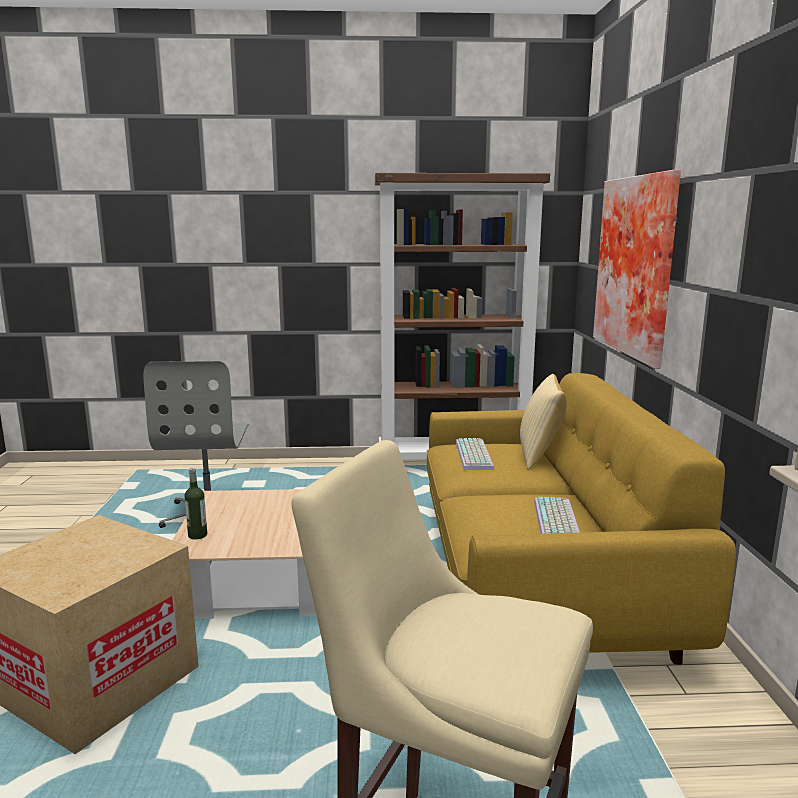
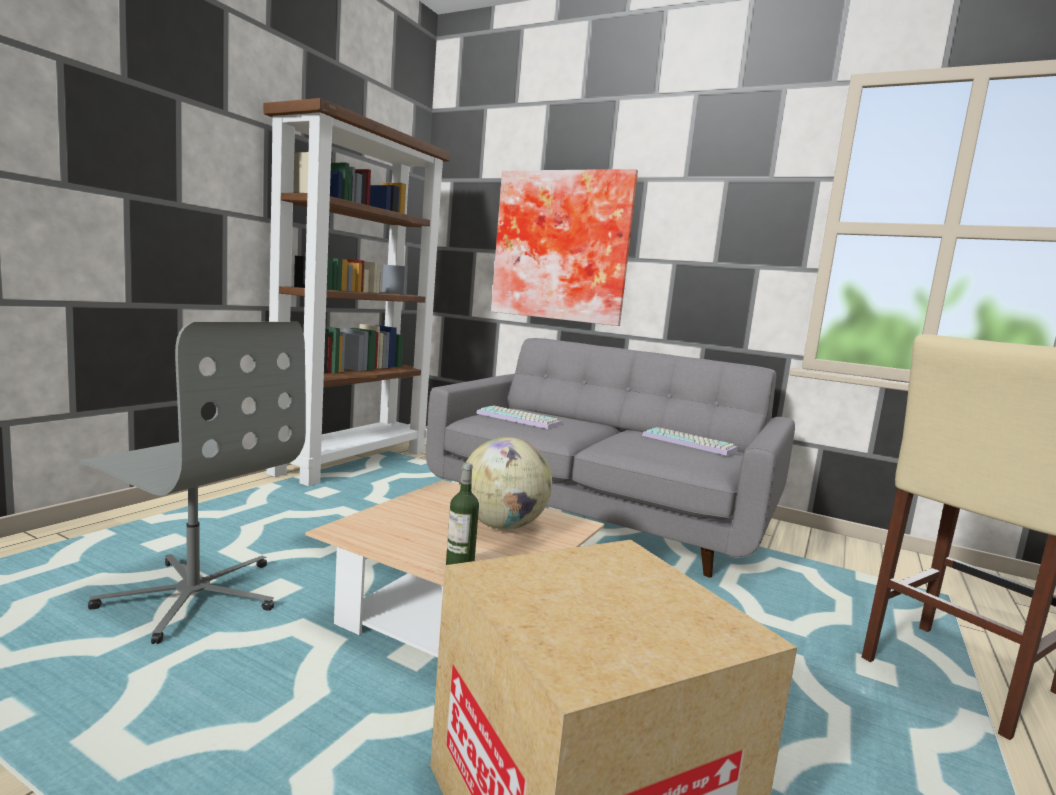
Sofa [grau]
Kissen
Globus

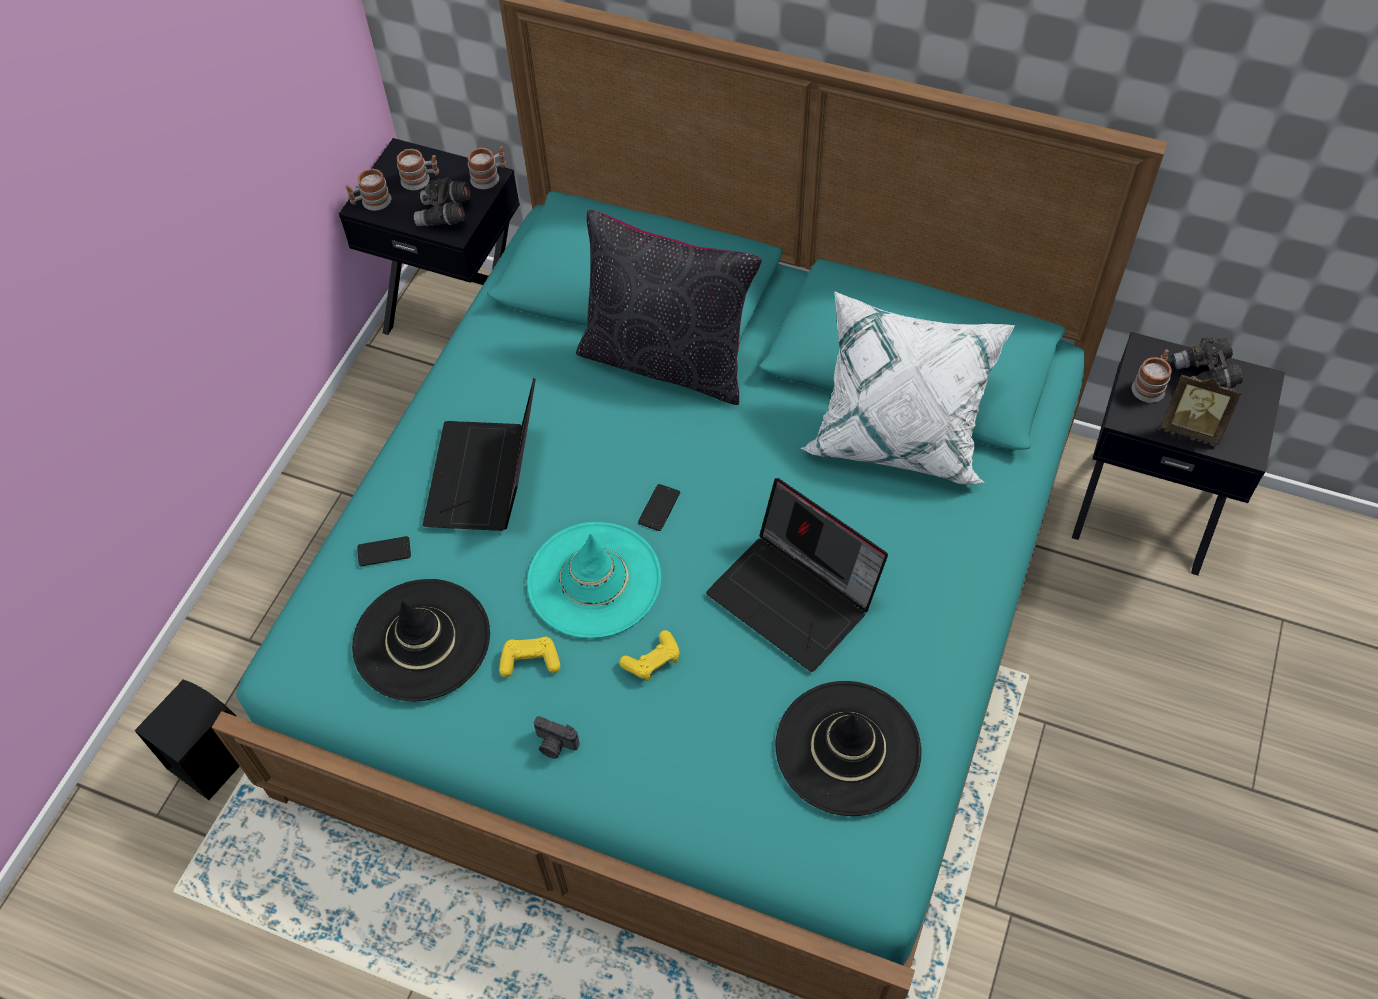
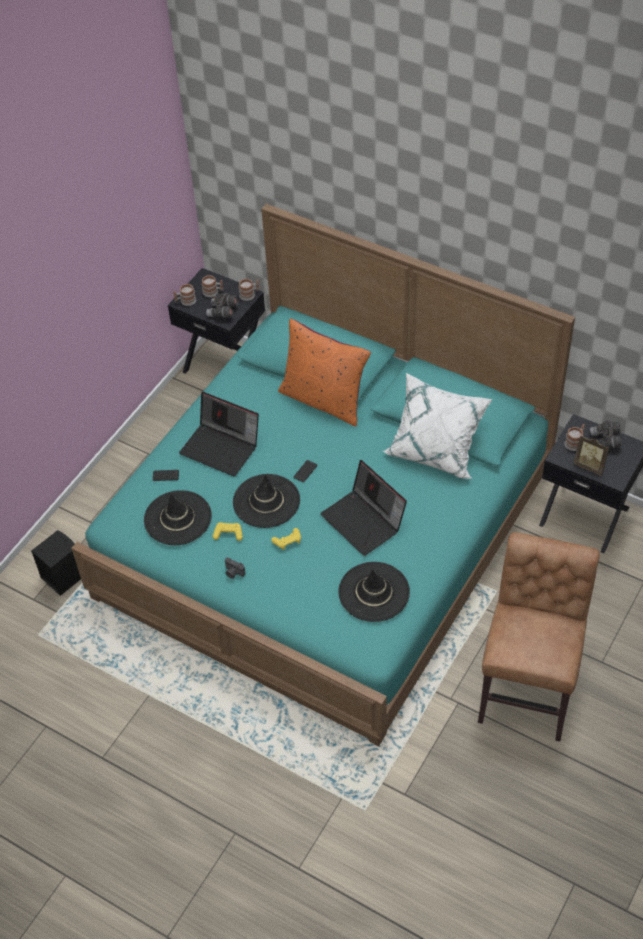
Kissen [orange]
Laptop (no. 1 from left)
Hut [schwarz] (no. 2 from left)
Stuhl [braun]

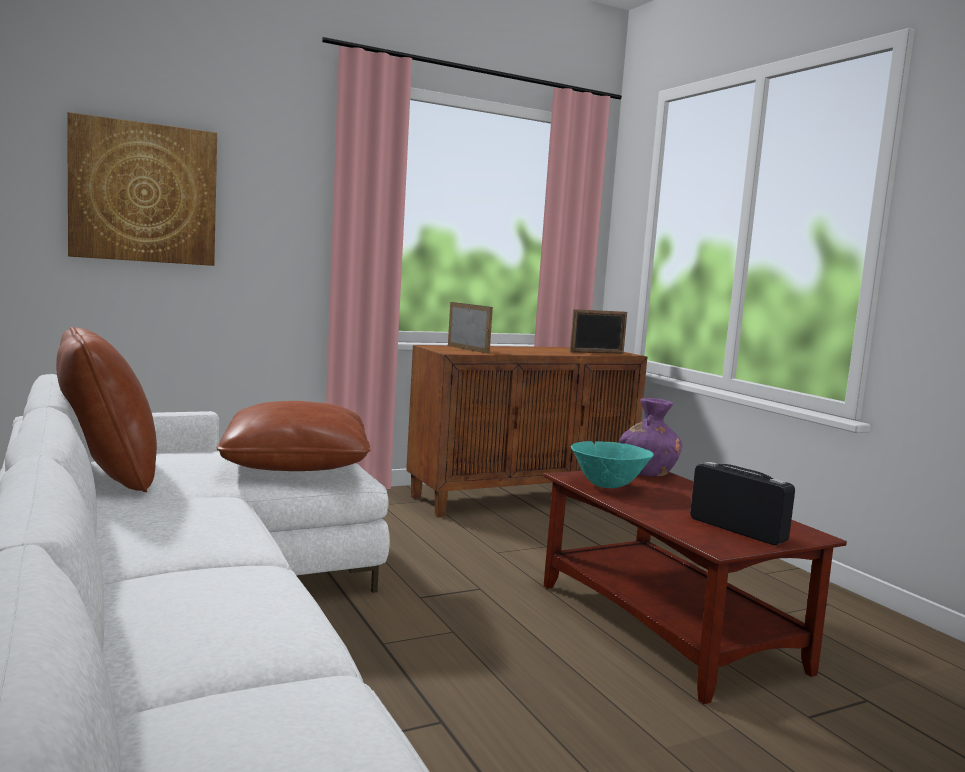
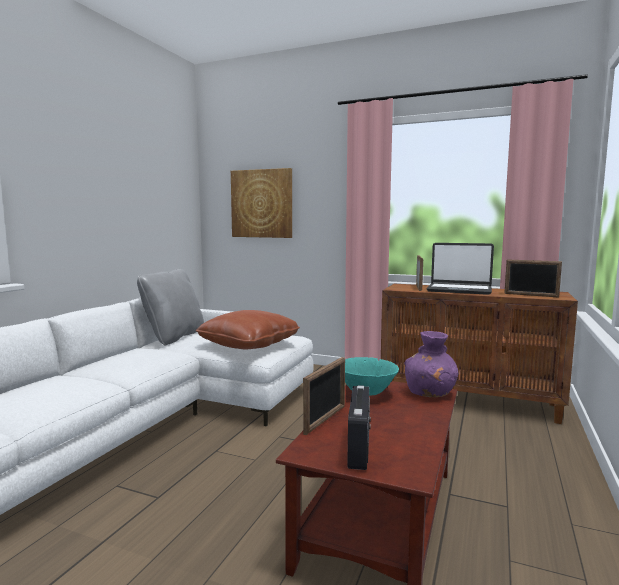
Kissen [grau]
Laptop
Bilderrahmen (no. 1 from left)

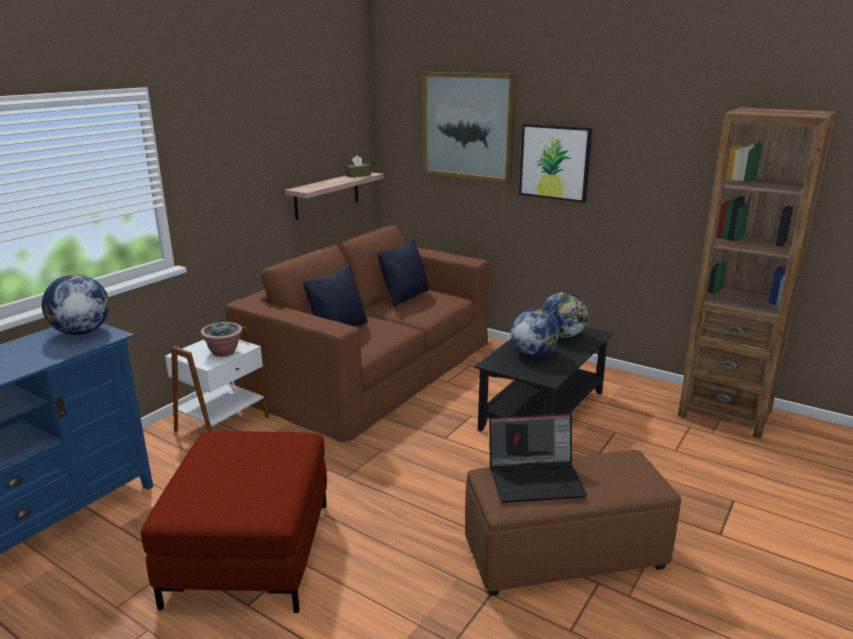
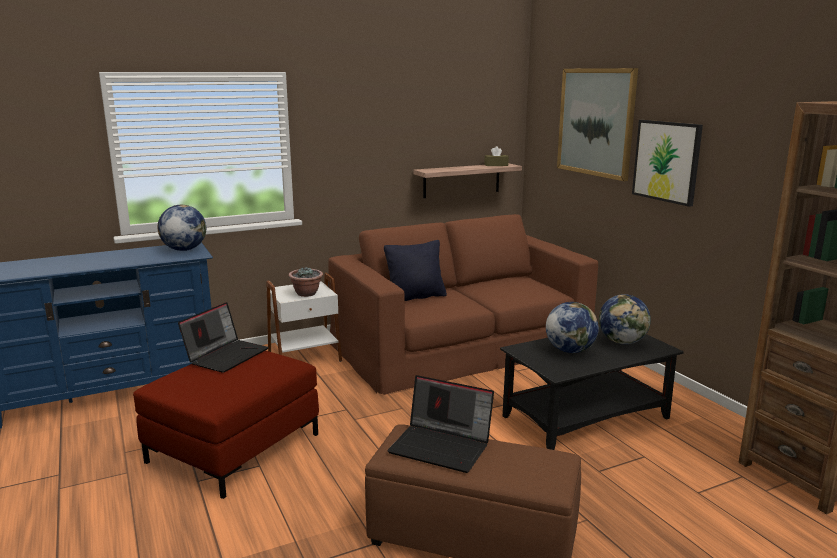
Kissen [schwarz] (no. 2 from left in the first image)
Laptop (no. 1 from left)

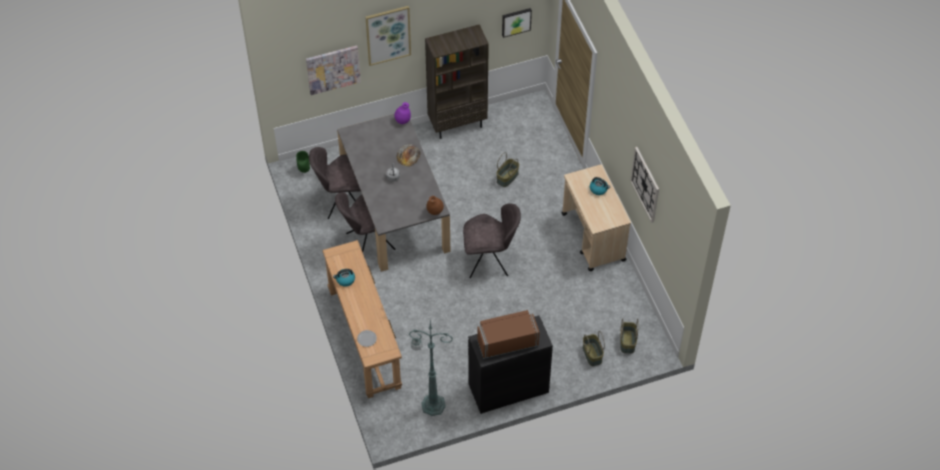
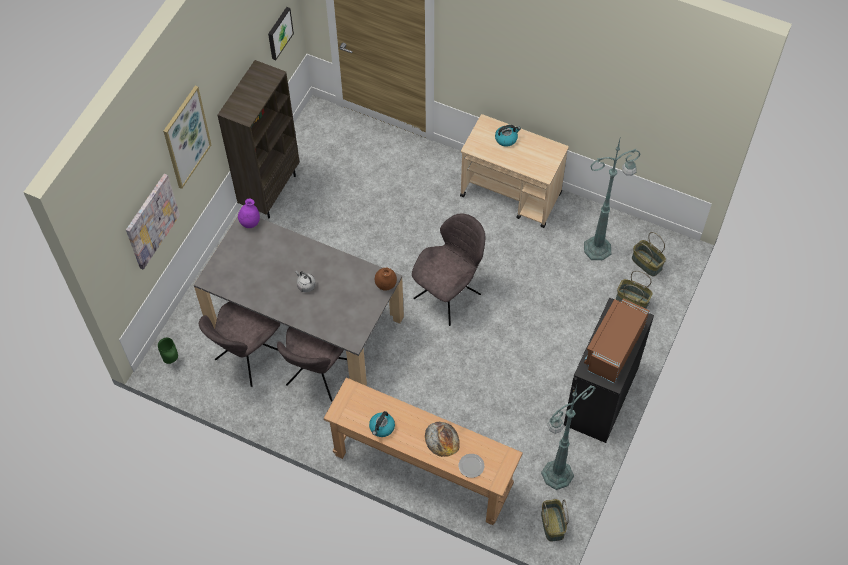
Brot
Wanduhr
Korb (no. 1 from left)
Stehlampe [grün] (no. 2 from left)

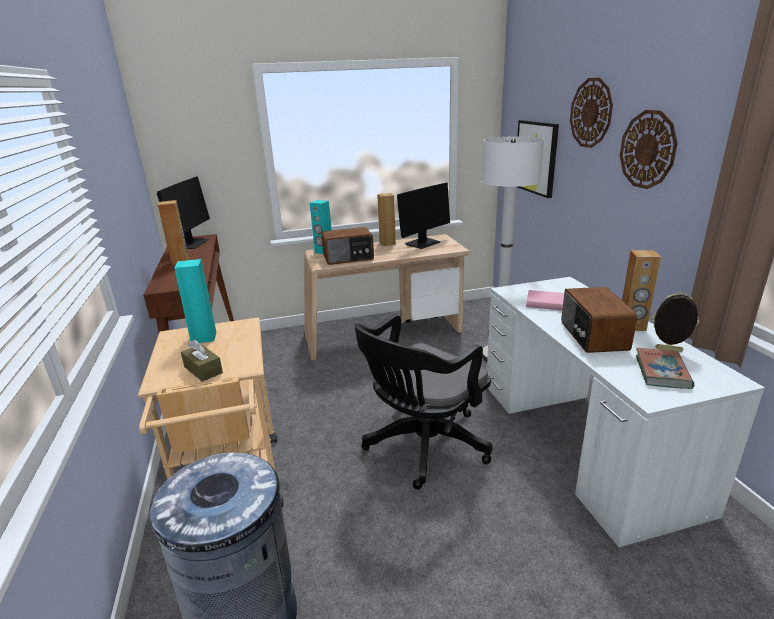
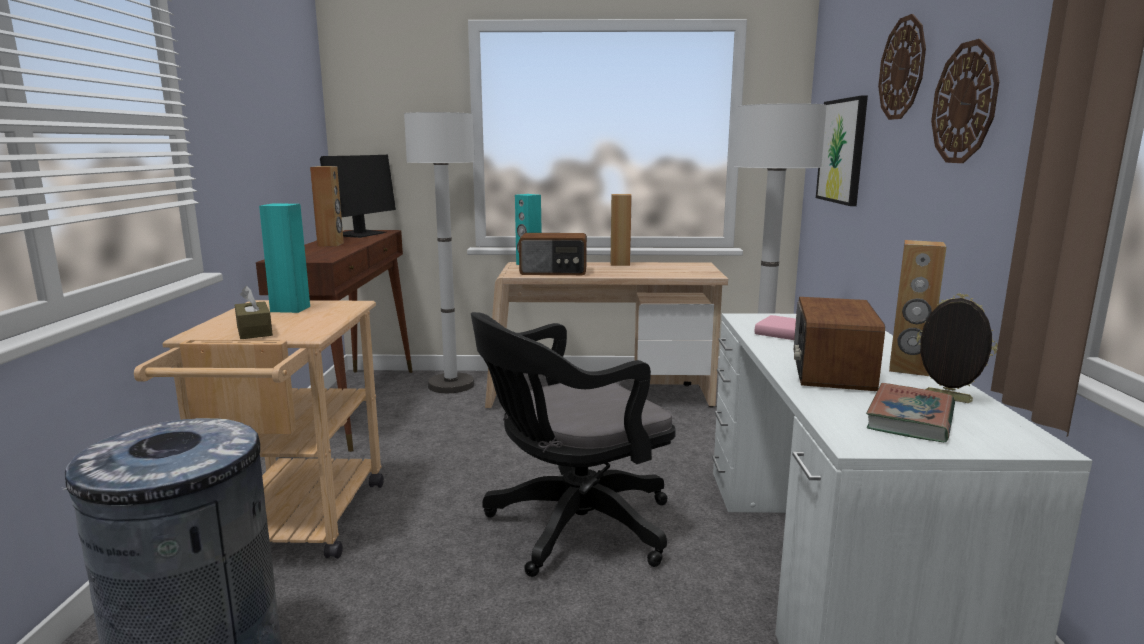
Monitor (no. 2 from left in the first image)
Stehlampe [weiß] (no. 1 from left)

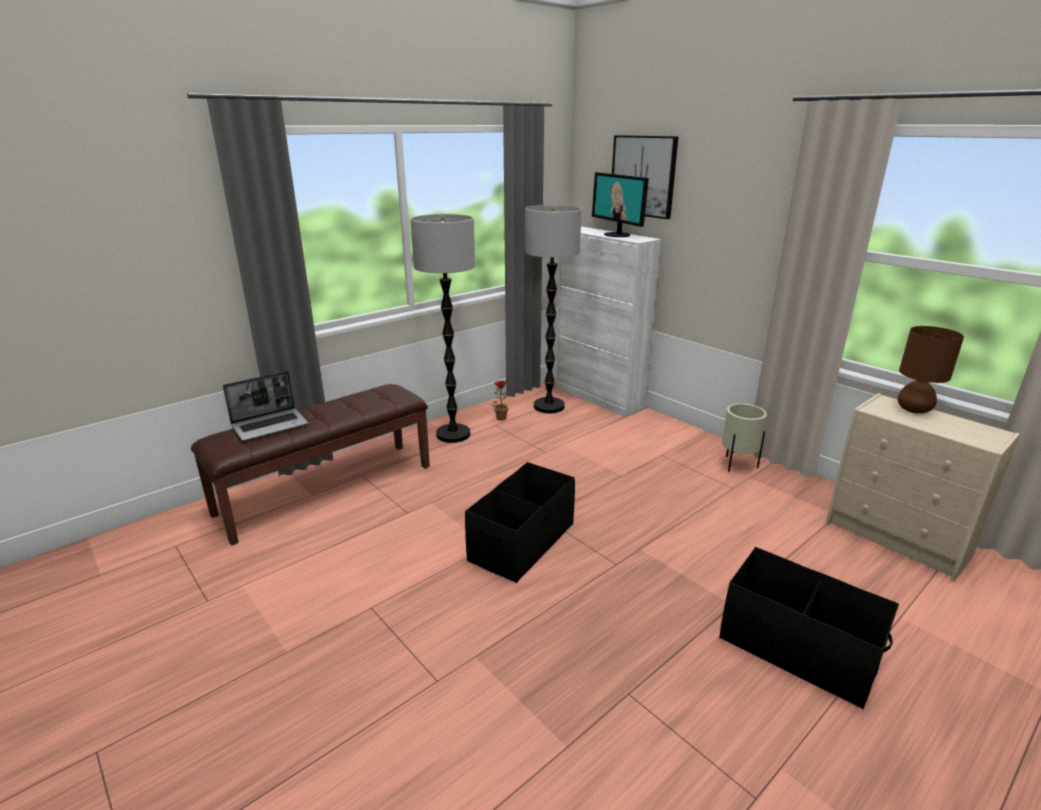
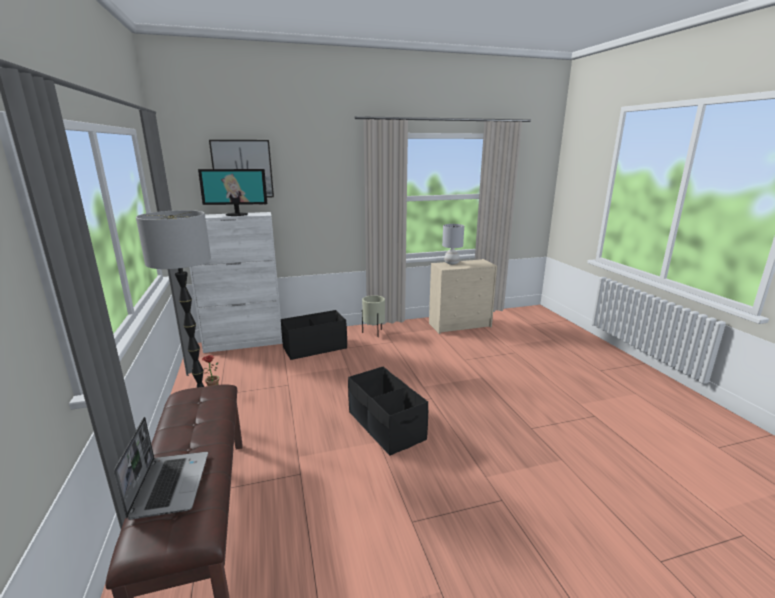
Stehlampe (no. 2 from left in the first image)
Tischlampe [grau]
Aufbewahrungsbox [schwarz] (no. 1 from left)

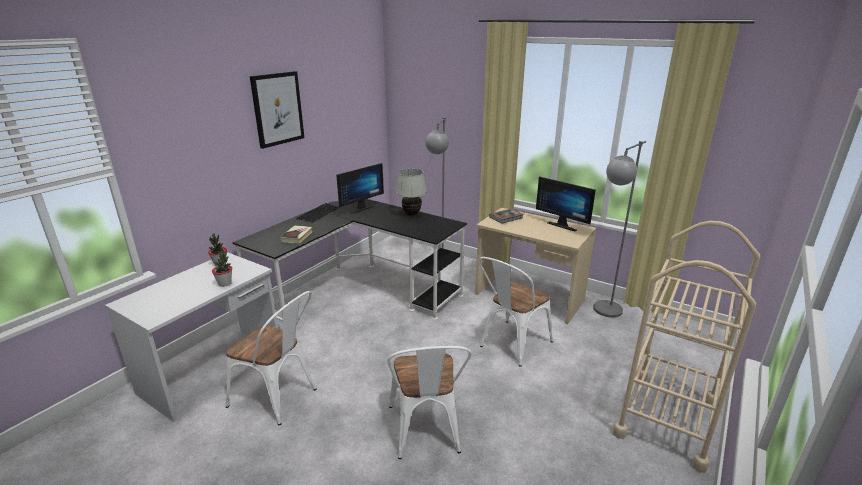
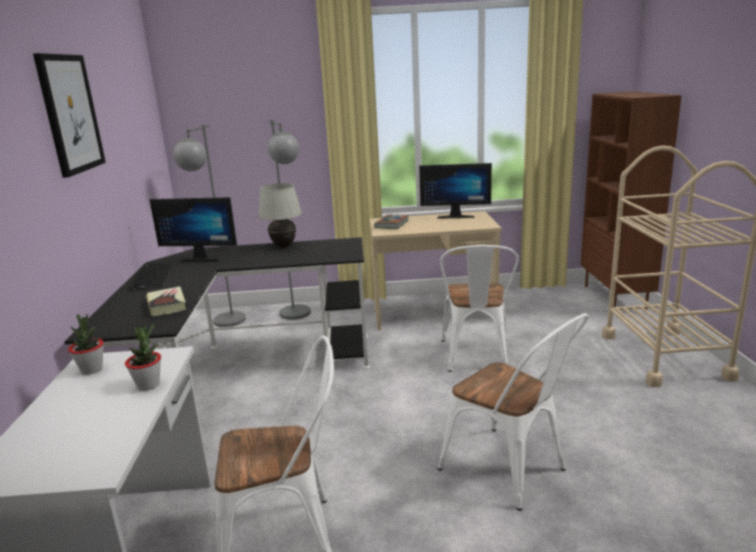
Stehlampe [grau] (no. 1 from left)
Monitor (no. 1 from left)
Bücherregal [braun]

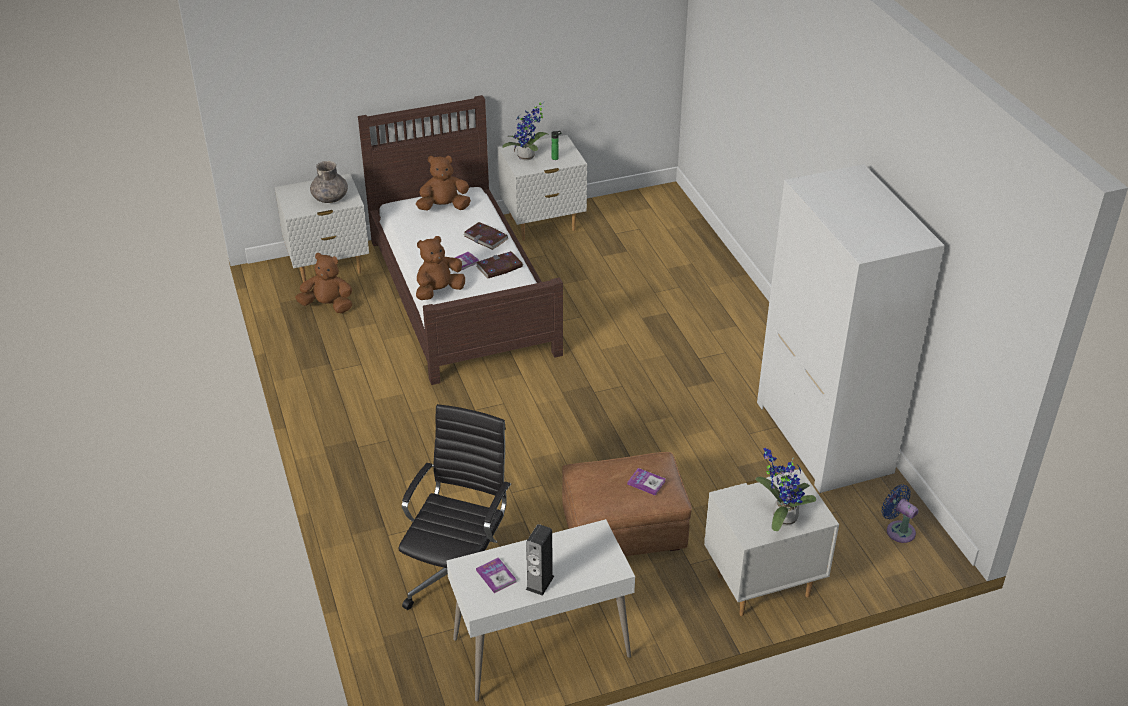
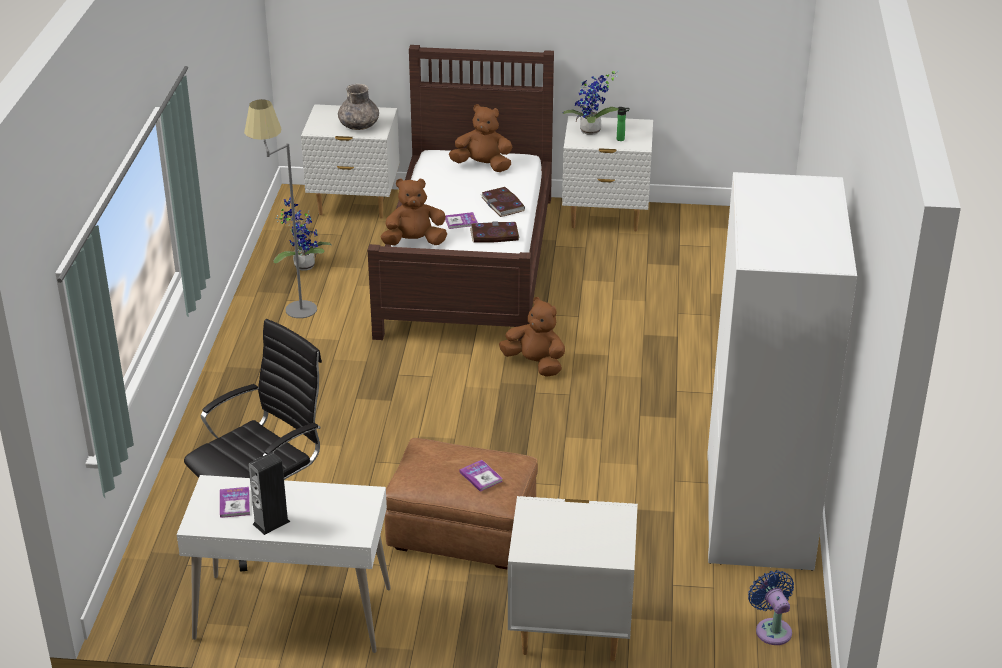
Plüschtier [braun] (no. 3 from left)
Topfpflanze (no. 1 from left)
Stehlampe [grau]

